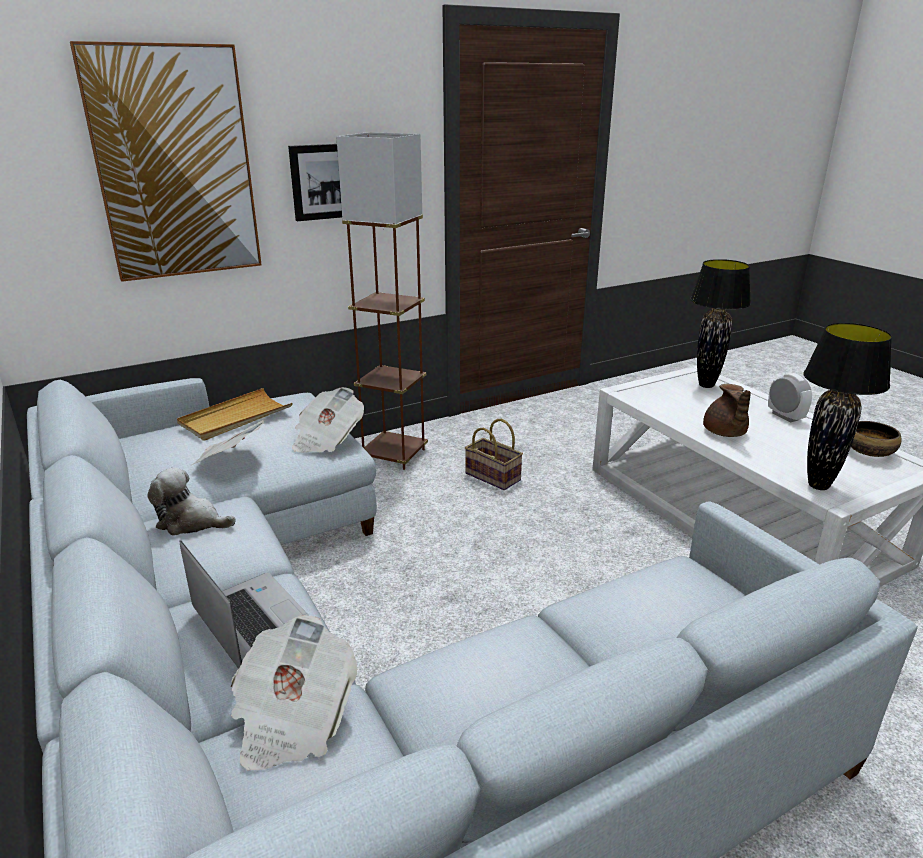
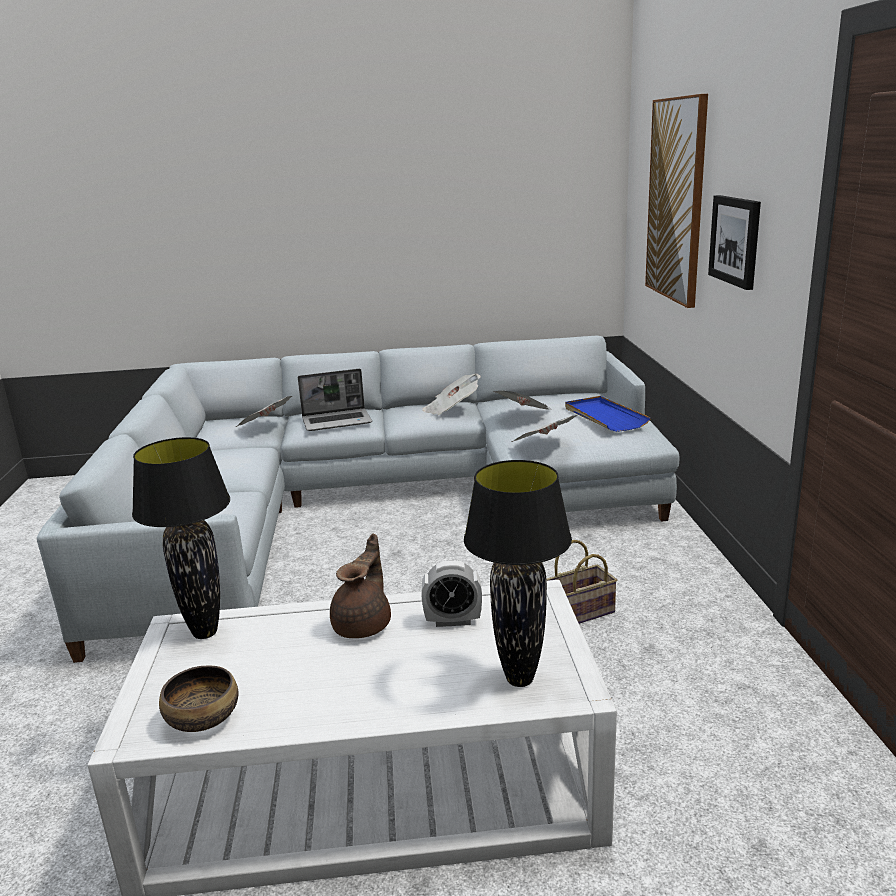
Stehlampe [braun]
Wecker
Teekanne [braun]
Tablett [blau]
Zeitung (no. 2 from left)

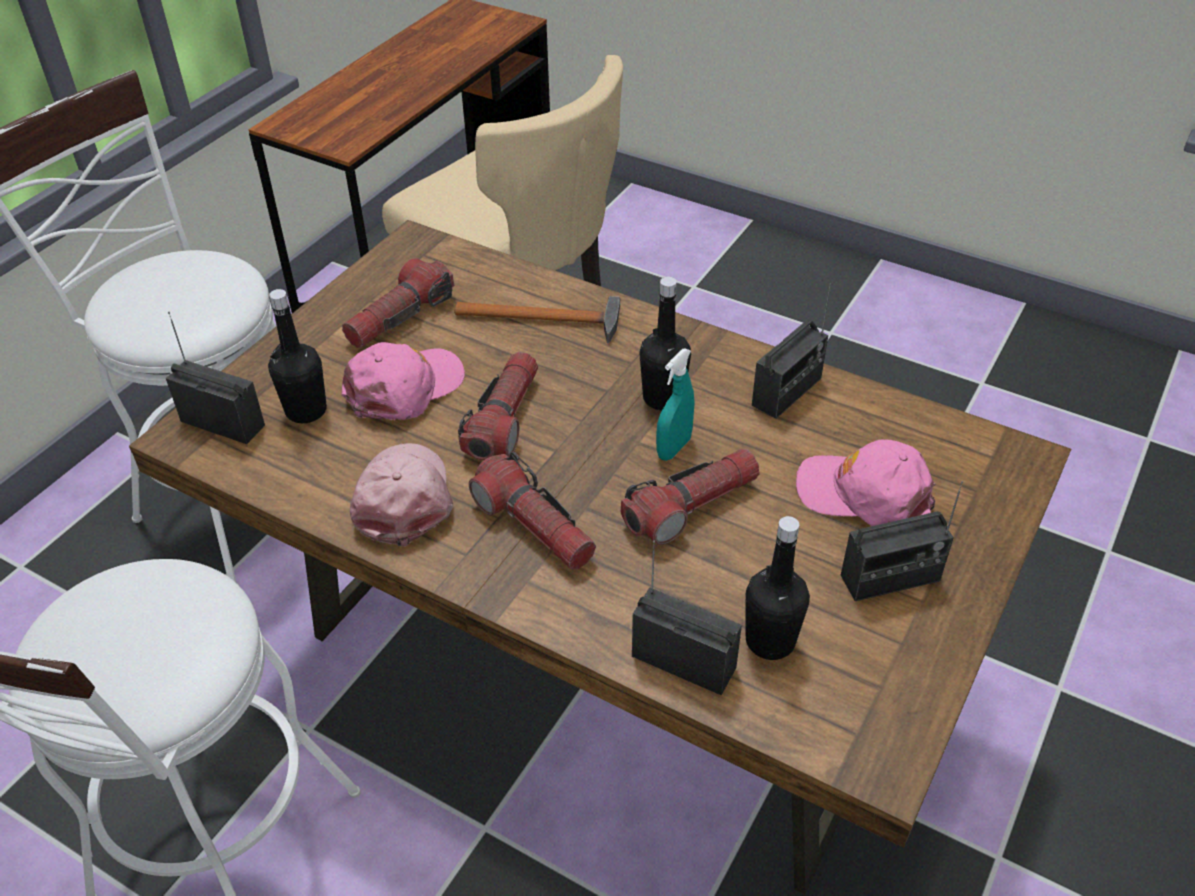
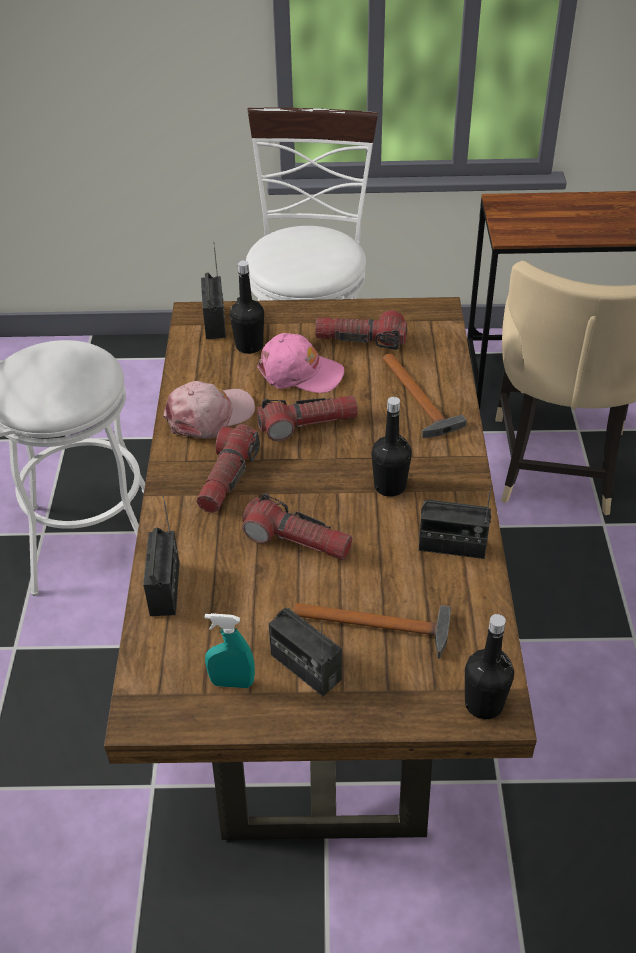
Sprühflasche [türkis]
Hammer (no. 1 from left)
Flasche [schwarz] (no. 3 from left)

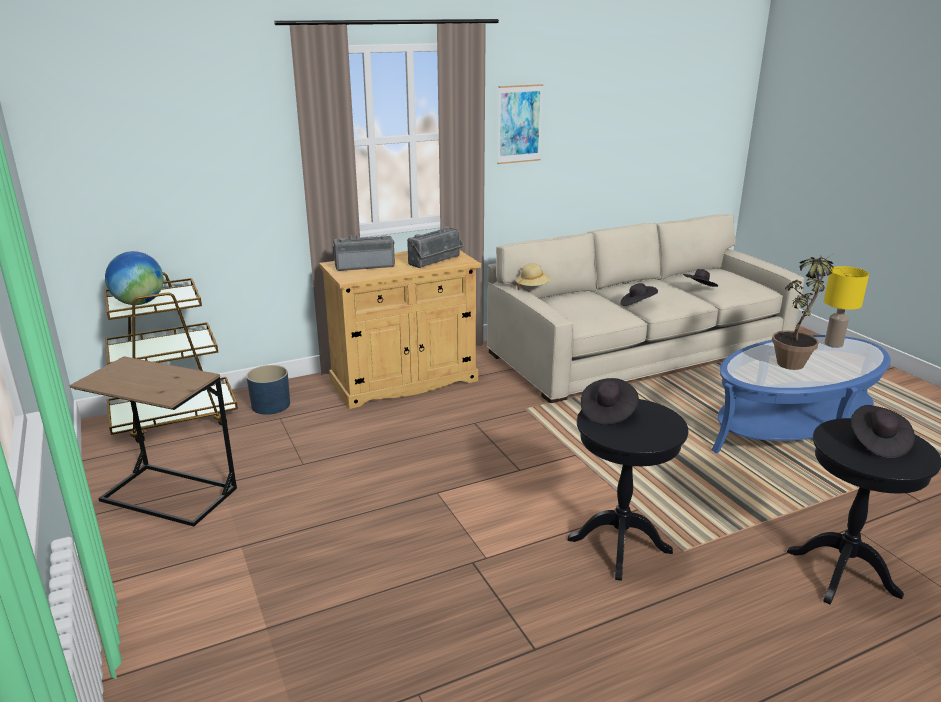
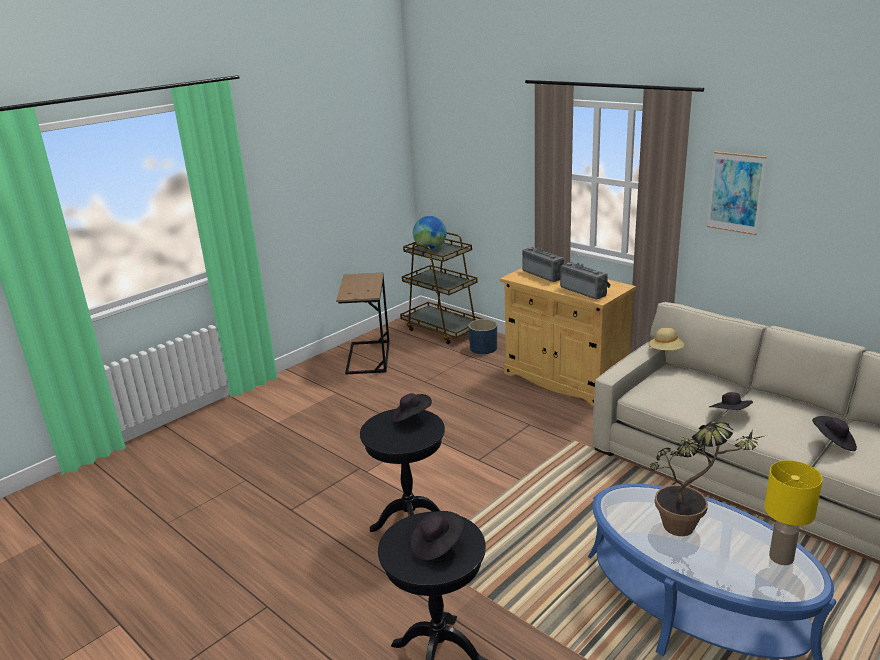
Radio (no. 2 from left)

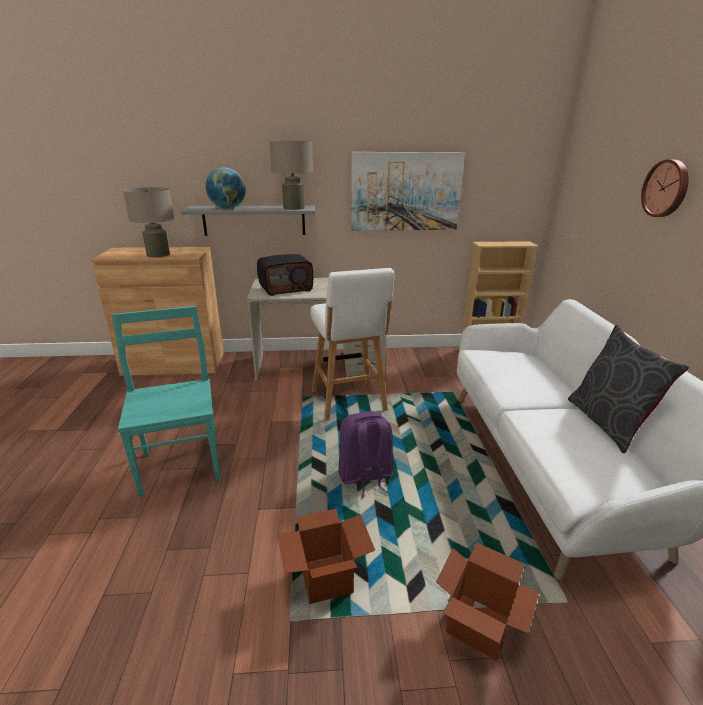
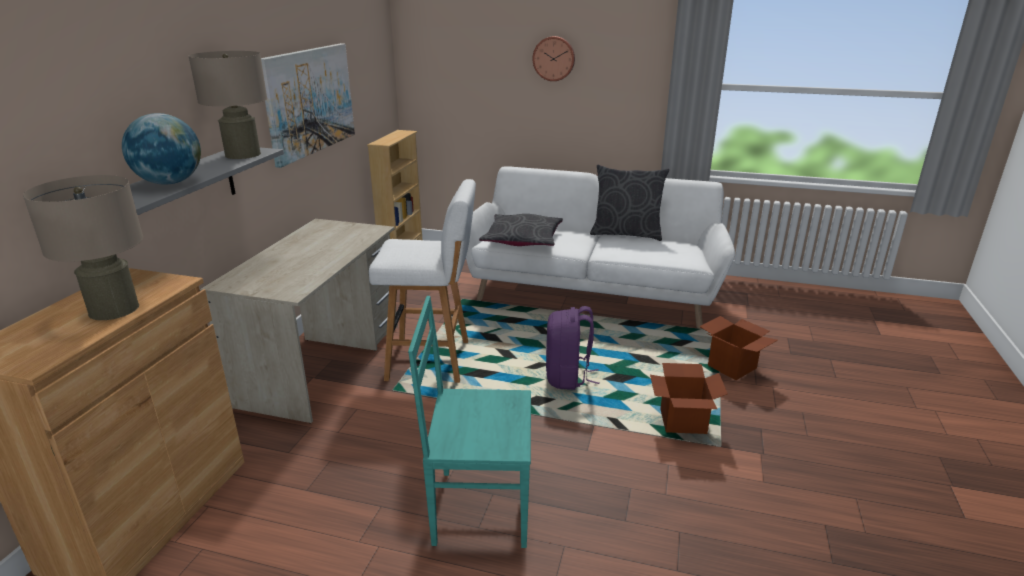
Radio
Kissen [grau] (no. 1 from left)

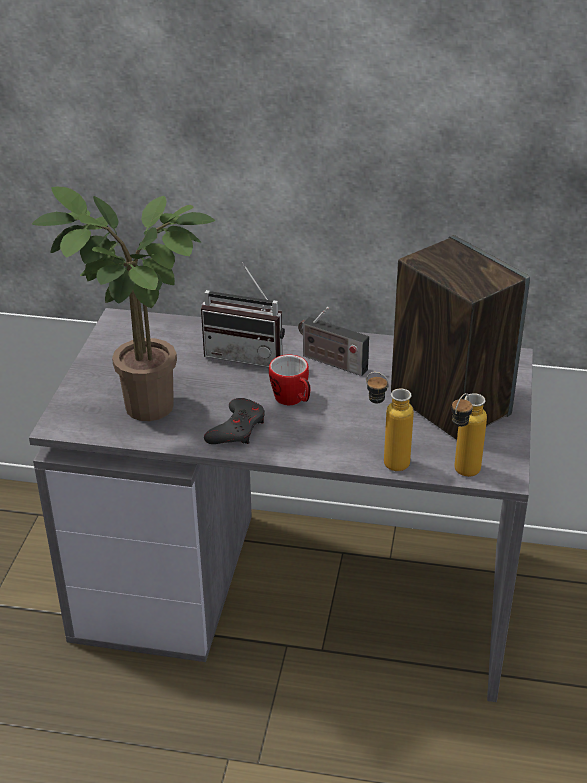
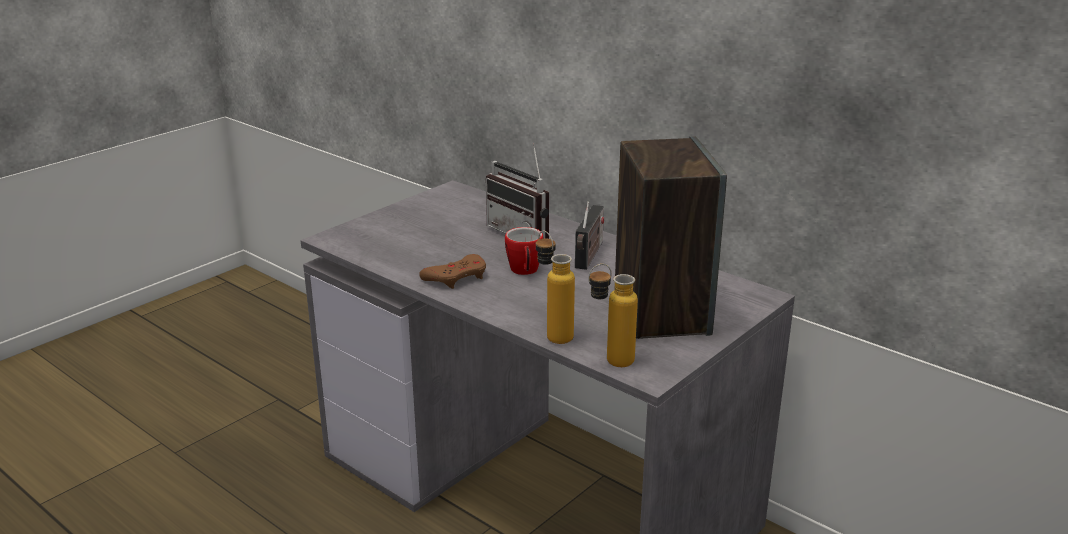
Topfpflanze
Radio (no. 2 from left)
Gamepad [braun]

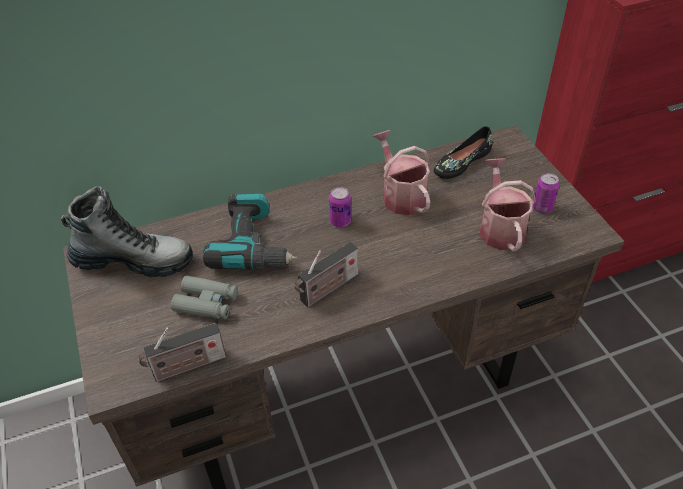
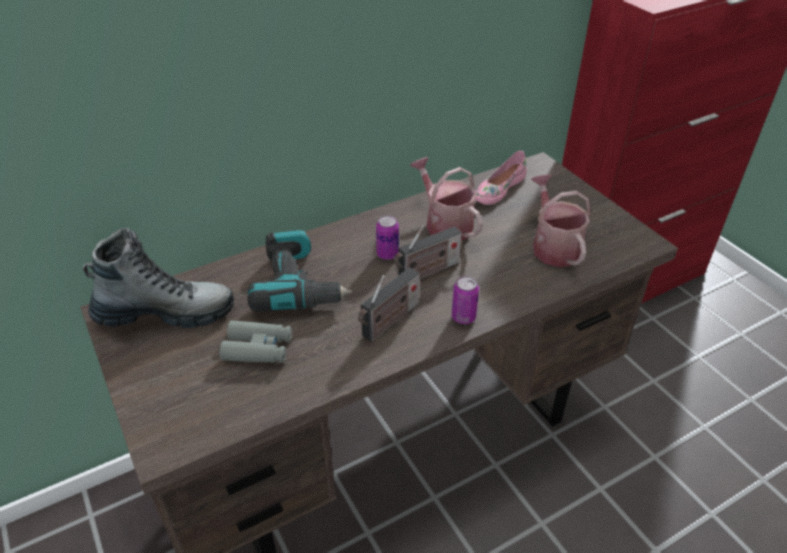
Schuh [rosa]
Dose (no. 2 from left)
Radio (no. 2 from left)

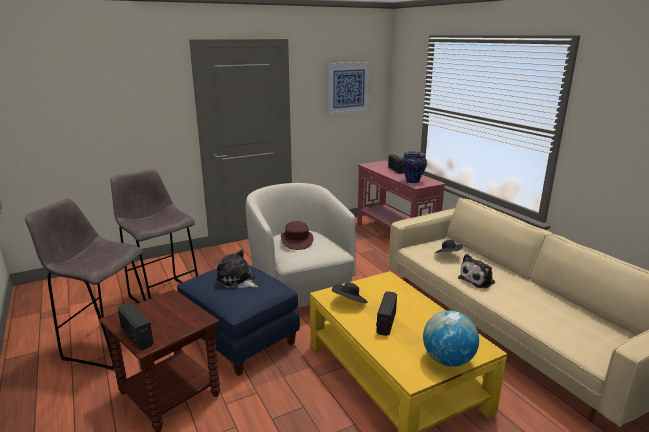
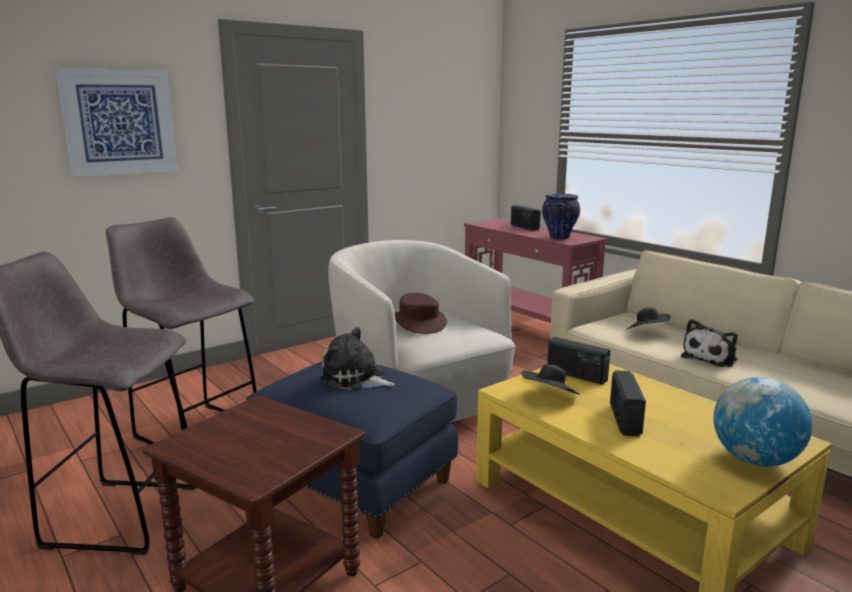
Bild
Radio (no. 2 from left)

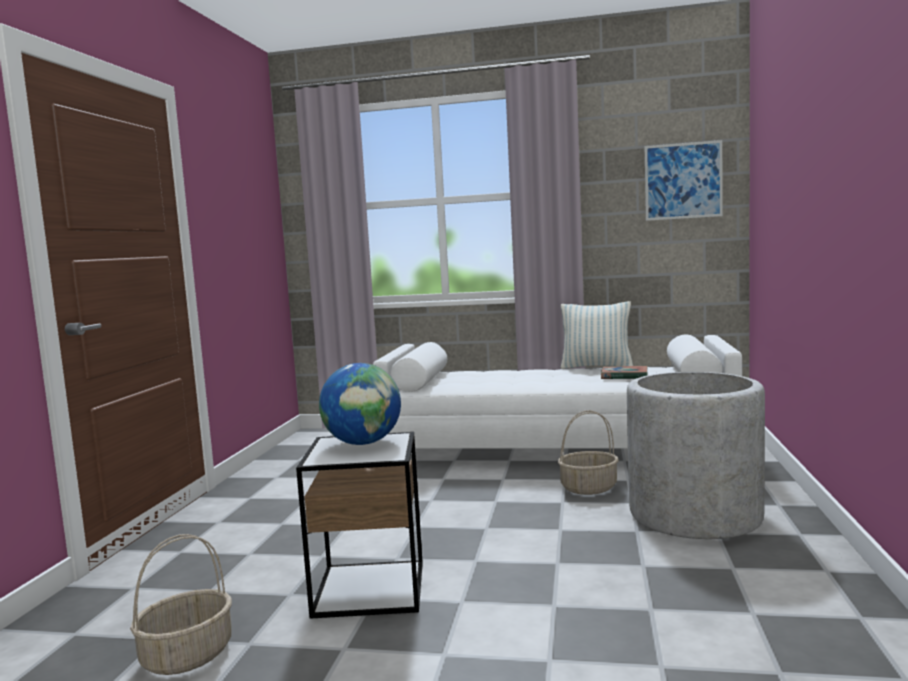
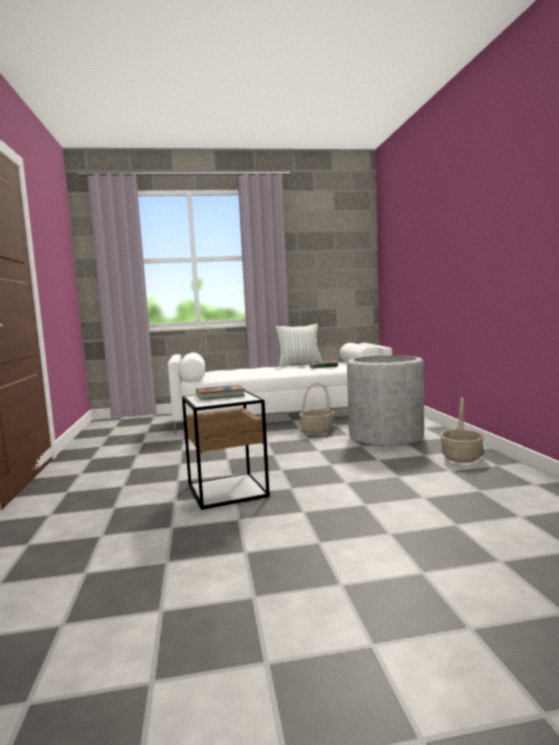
Bild
Buch (no. 1 from left)
Korb (no. 2 from left)

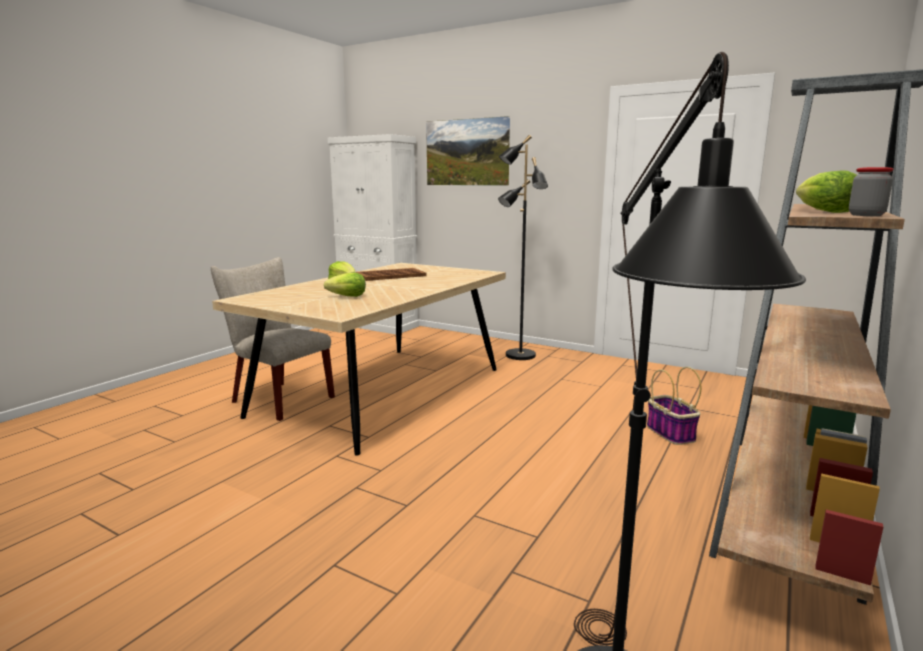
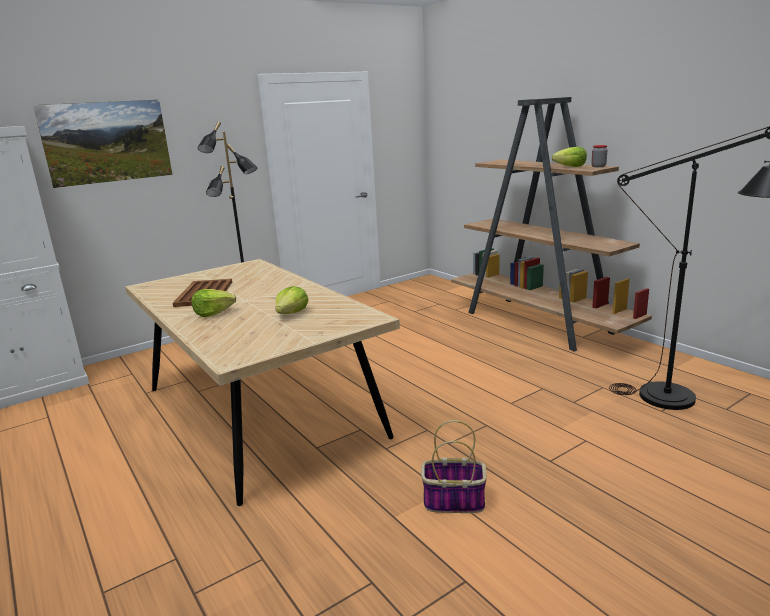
Stuhl [beige]
Korb

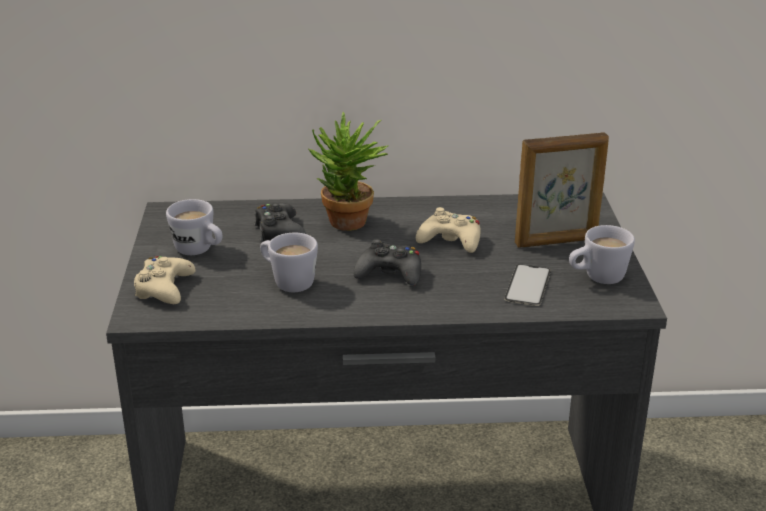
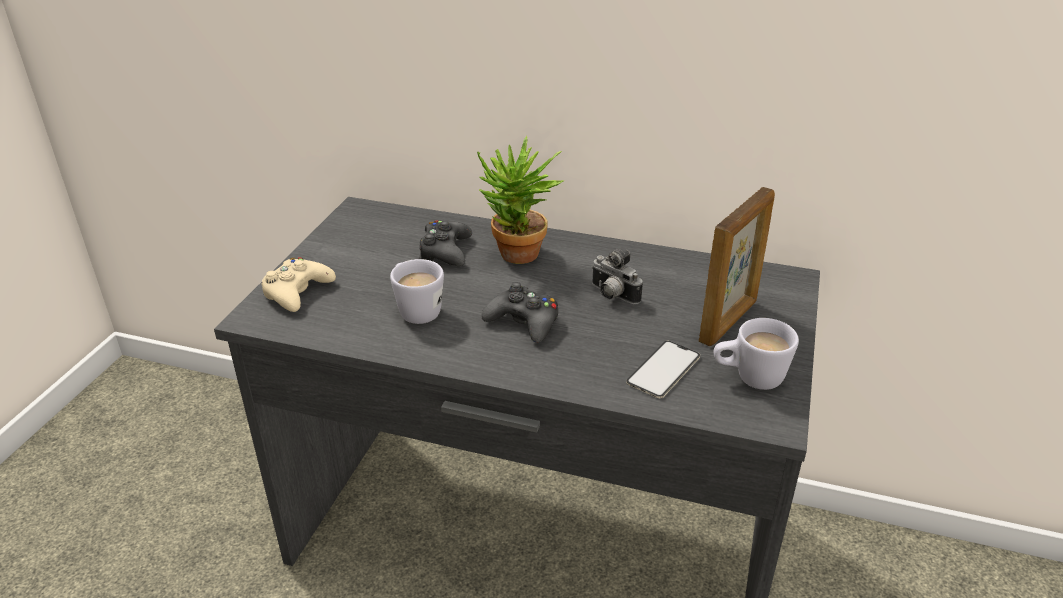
Bilderrahmen
Henkelbecher [weiß] (no. 1 from left in the first image)
Kamera

